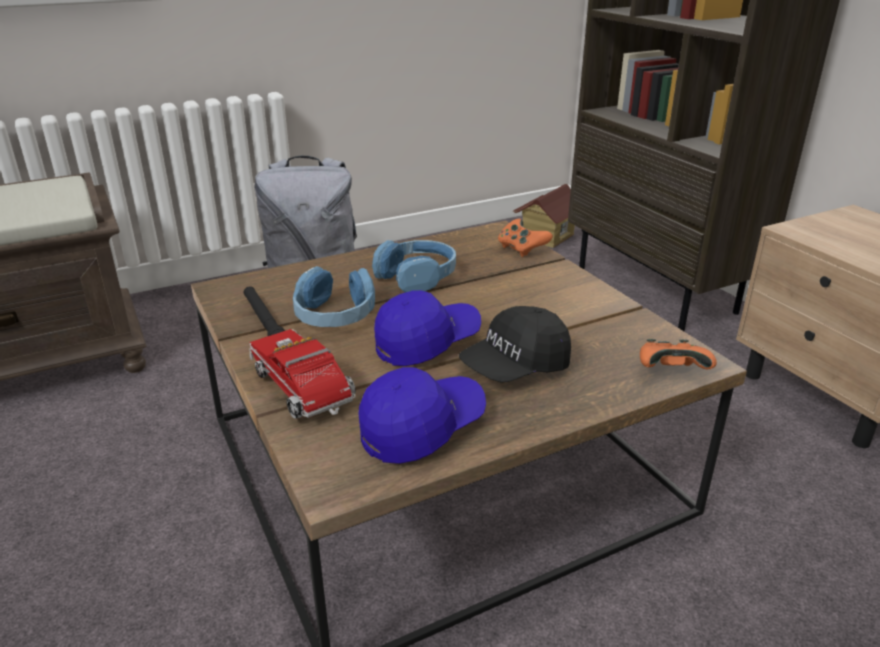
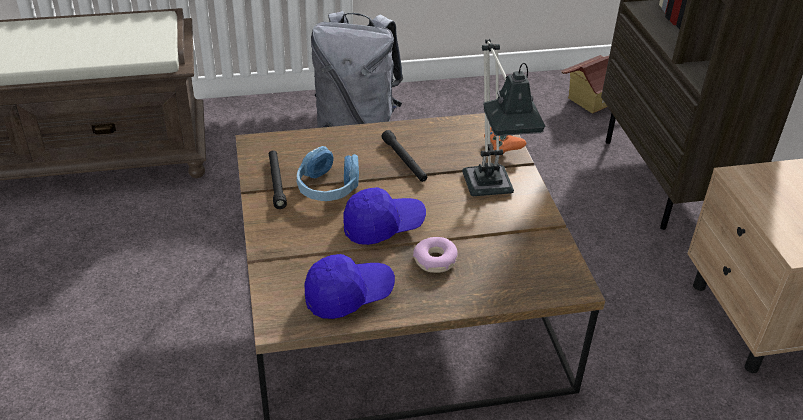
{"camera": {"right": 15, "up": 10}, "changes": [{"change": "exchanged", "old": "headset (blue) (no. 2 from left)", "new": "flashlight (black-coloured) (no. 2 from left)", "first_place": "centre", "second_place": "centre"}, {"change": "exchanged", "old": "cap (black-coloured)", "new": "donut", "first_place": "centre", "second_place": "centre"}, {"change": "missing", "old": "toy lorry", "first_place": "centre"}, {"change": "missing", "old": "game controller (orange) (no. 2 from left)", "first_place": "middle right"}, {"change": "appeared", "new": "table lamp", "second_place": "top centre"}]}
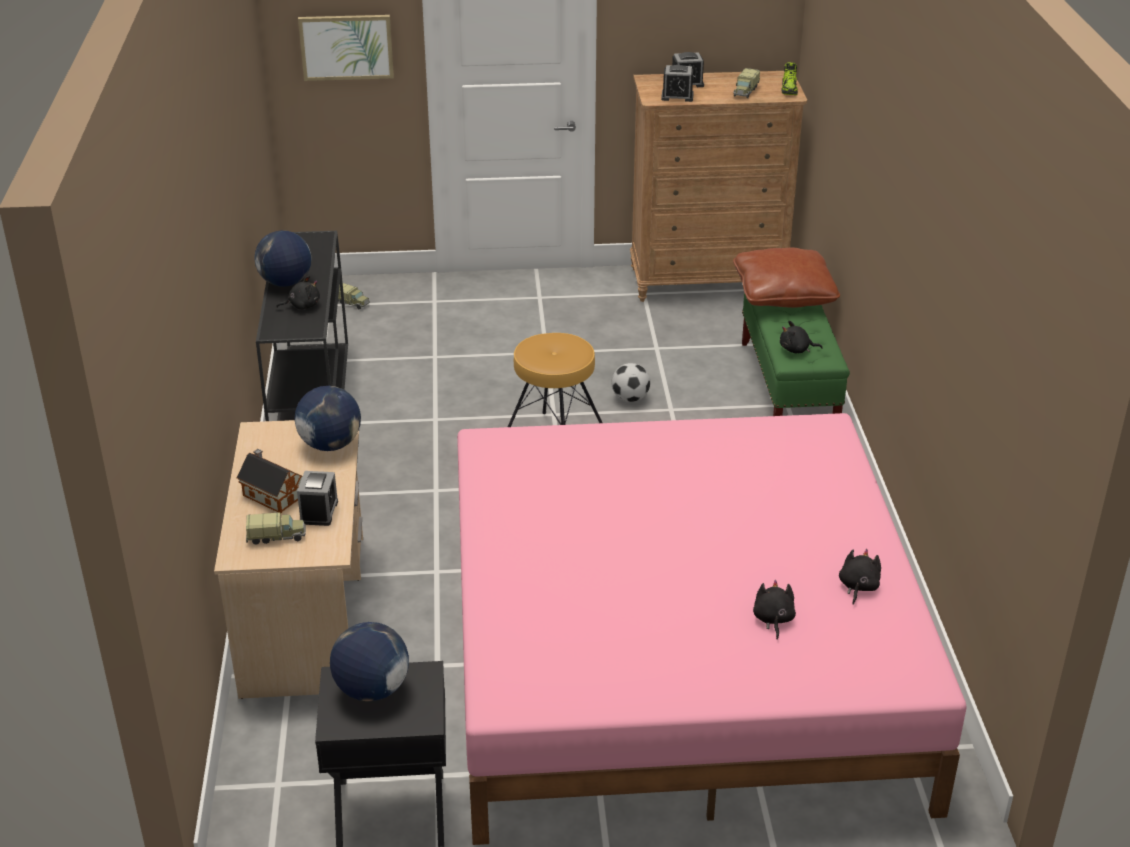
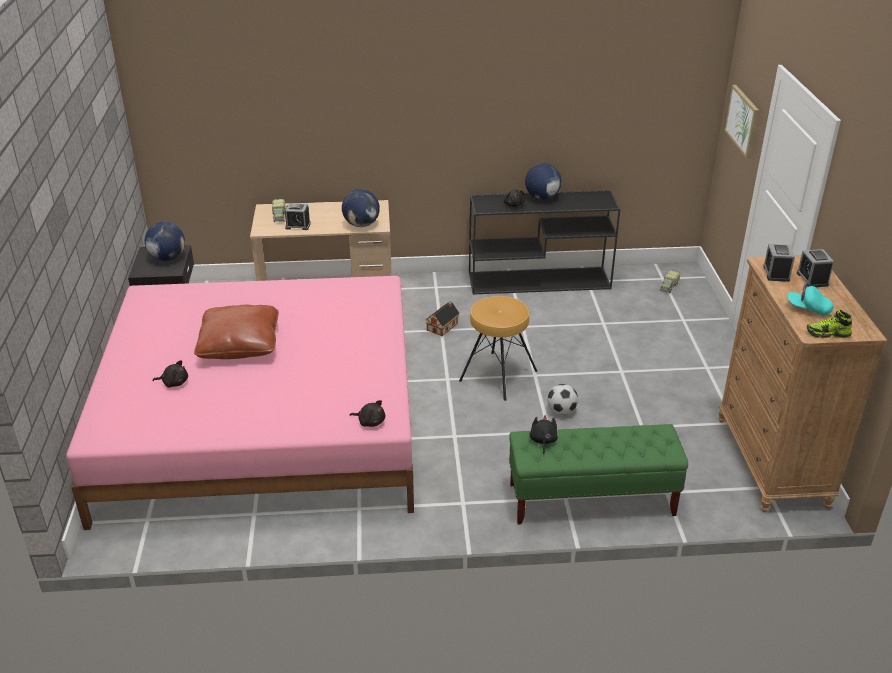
{"camera": {"right": 90, "up": 0}, "changes": [{"change": "exchanged", "old": "toy lorry (no. 3 from left)", "new": "cap (blue-green)", "first_place": "top centre", "second_place": "middle right"}, {"change": "relocated", "old": "pillow (brown)", "first_place": "top right", "second_place": "middle left"}, {"change": "relocated", "old": "toy house", "first_place": "middle left", "second_place": "centre"}, {"change": "relocated", "old": "plush toy (black-coloured) (no. 4 from left in the first image)", "new": "plush toy (black-coloured) (no. 2 from left)", "first_place": "bottom right", "second_place": "centre"}]}
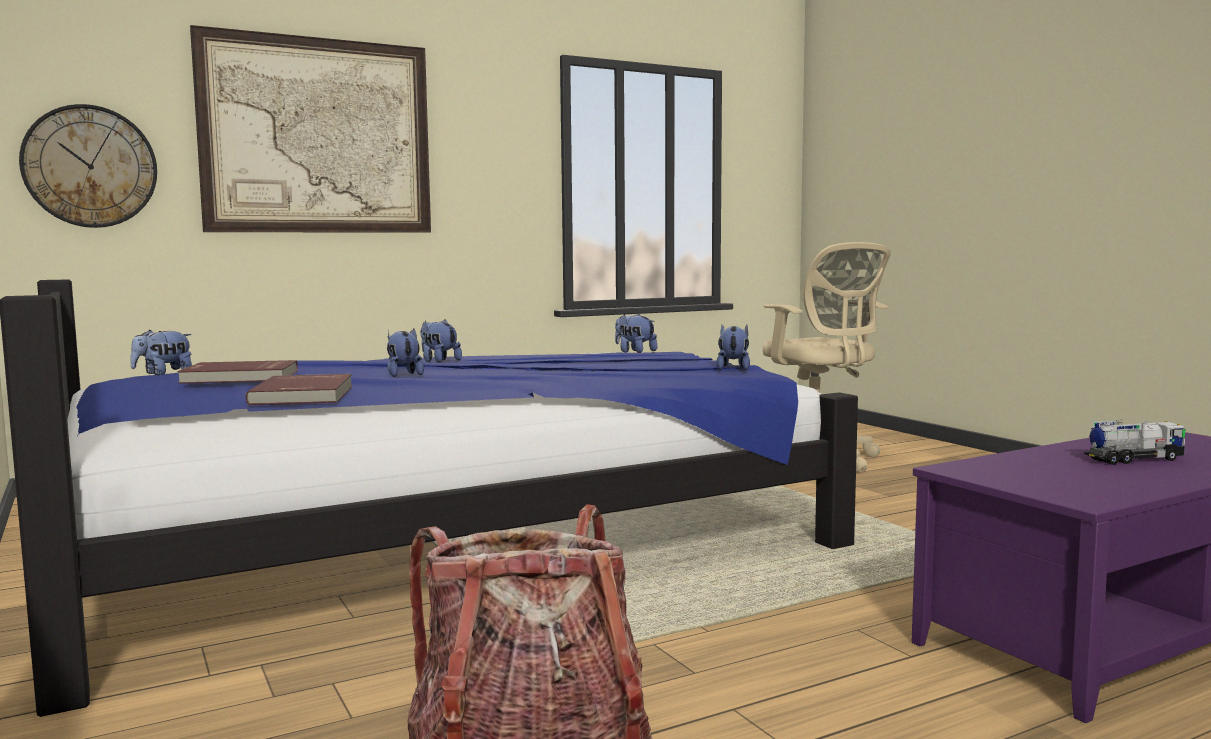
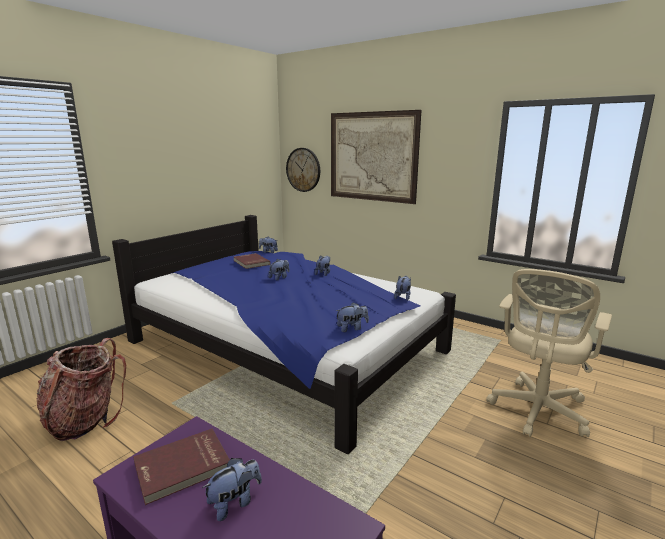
{"camera": {"right": 65, "up": 10}, "changes": [{"change": "relocated", "old": "bound book (red-coloured) (no. 2 from left in the first image)", "new": "bound book (red-coloured) (no. 1 from left)", "first_place": "middle left", "second_place": "bottom left"}, {"change": "exchanged", "old": "toy lorry", "new": "plush toy (no. 1 from left)", "first_place": "middle right", "second_place": "bottom centre"}]}
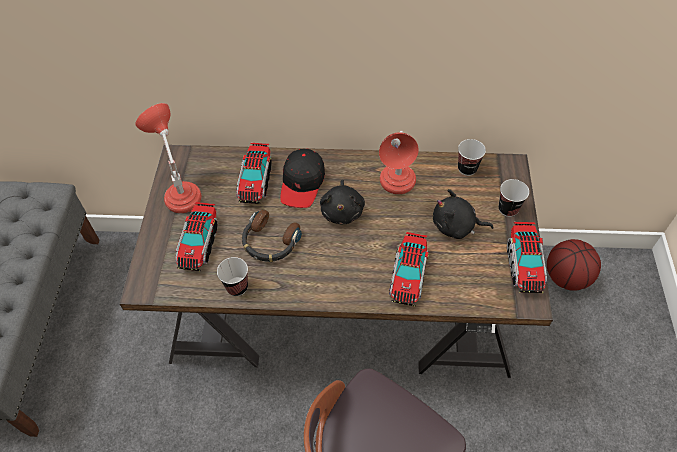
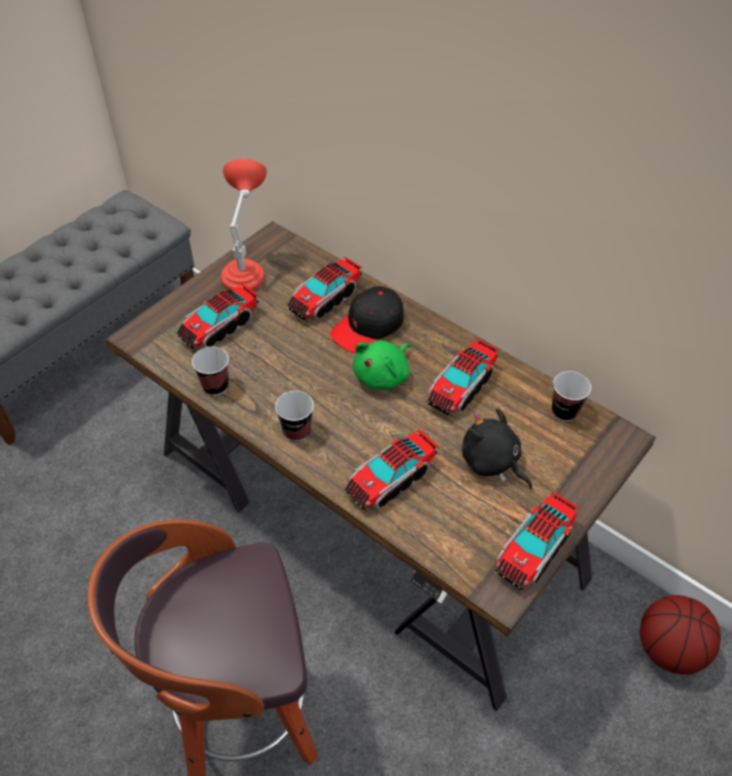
{"camera": {"right": 35, "up": -5}, "changes": [{"change": "exchanged", "old": "table lamp (red-coloured) (no. 2 from left)", "new": "toy lorry (no. 4 from left)", "first_place": "centre", "second_place": "centre"}, {"change": "relocated", "old": "small cup (no. 3 from left in the first image)", "new": "small cup (no. 2 from left)", "first_place": "middle right", "second_place": "centre"}, {"change": "colour", "old": "plush toy (black-coloured) (no. 1 from left)", "new": "plush toy (green-coloured)", "first_place": "centre", "second_place": "centre"}, {"change": "missing", "old": "headset", "first_place": "centre"}]}
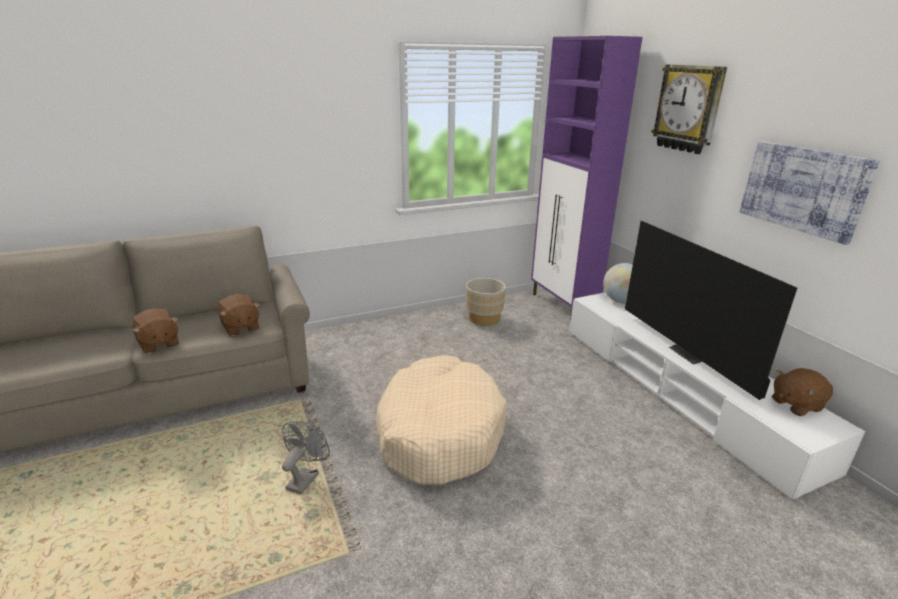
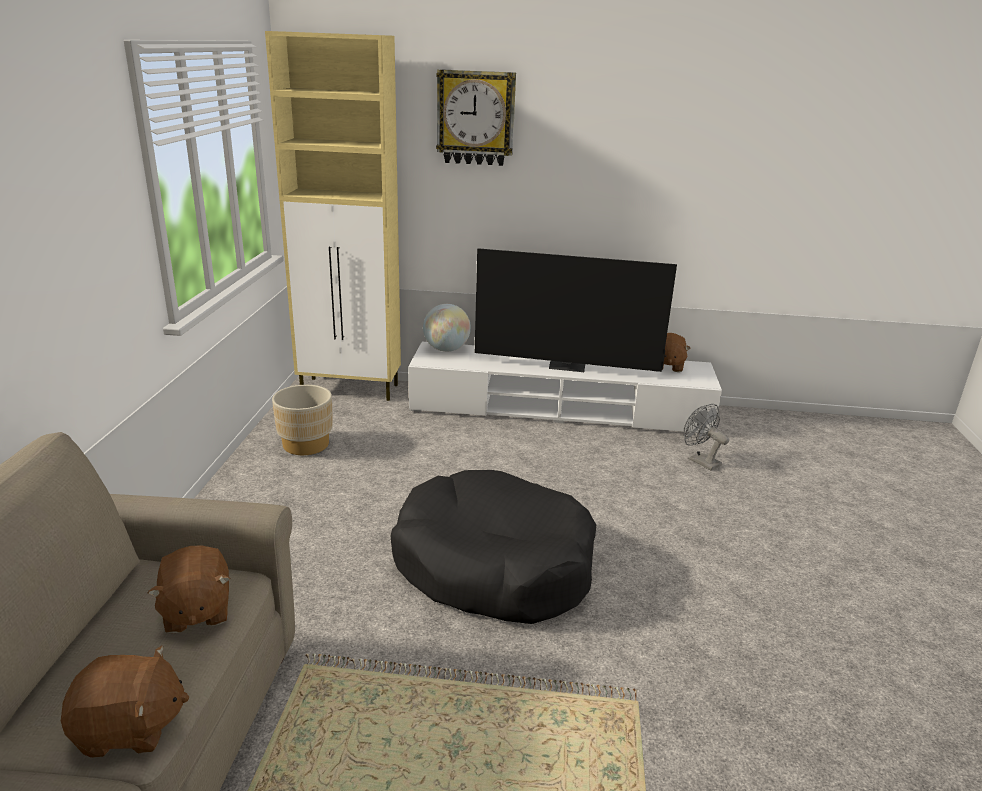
{"camera": {"right": -60, "up": 0}, "changes": [{"change": "colour", "old": "cupboard (purple)", "new": "cupboard (beige-coloured)", "first_place": "top centre", "second_place": "top centre"}, {"change": "missing", "old": "wall art", "first_place": "top right"}, {"change": "spun", "old": "plush toy (brown) (no. 2 from left)", "first_place": "middle left", "second_place": "bottom left", "degrees": 75}, {"change": "colour", "old": "dog bed (beige-coloured)", "new": "dog bed (black-coloured)", "first_place": "bottom centre", "second_place": "bottom centre"}, {"change": "relocated", "old": "cooling fan (gray)", "first_place": "bottom centre", "second_place": "middle right"}]}
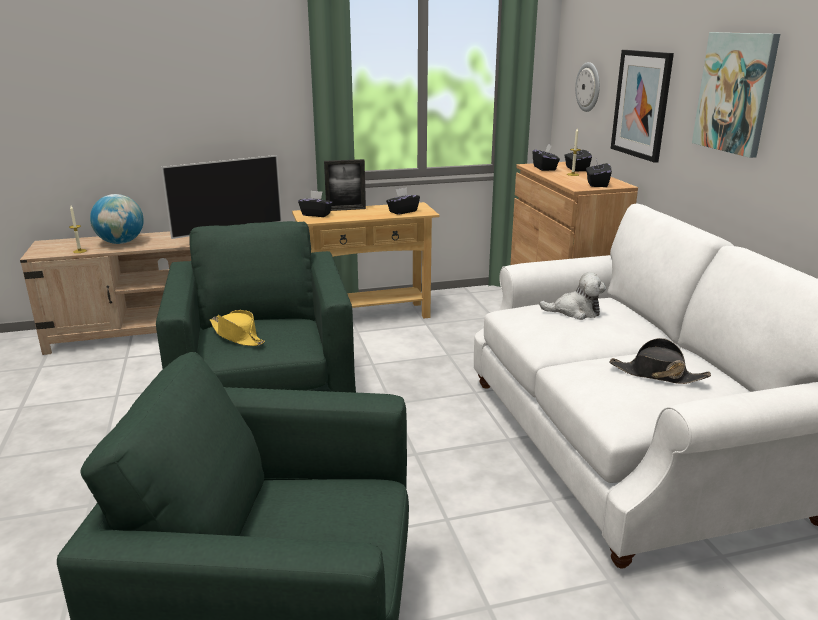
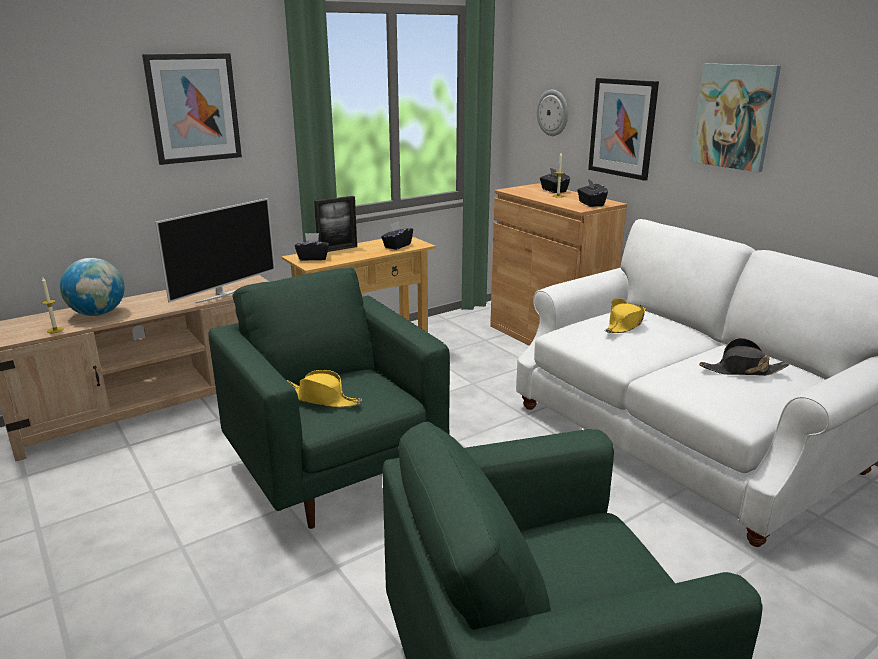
{"camera": {"right": -20, "up": 0}, "changes": [{"change": "missing", "old": "tissue holder (black-coloured) (no. 3 from left)", "first_place": "top right"}, {"change": "exchanged", "old": "plush toy", "new": "hat (yellowish) (no. 2 from left)", "first_place": "middle right", "second_place": "middle right"}, {"change": "appeared", "new": "wall art (no. 1 from left)", "second_place": "top left"}]}
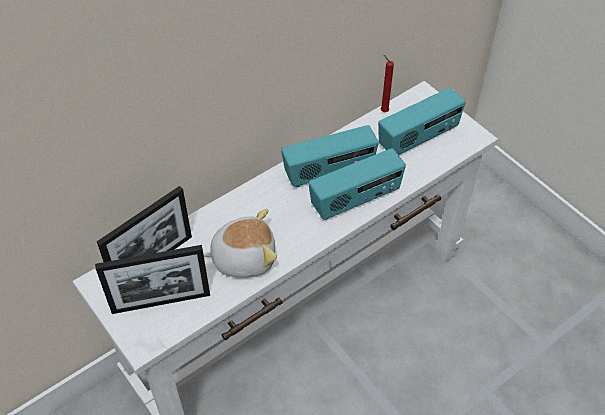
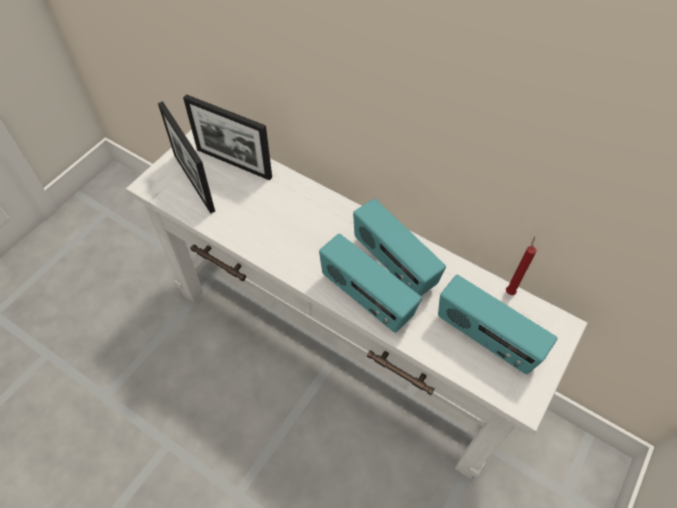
{"camera": {"right": 70, "up": 5}, "changes": [{"change": "missing", "old": "plush toy", "first_place": "centre"}]}
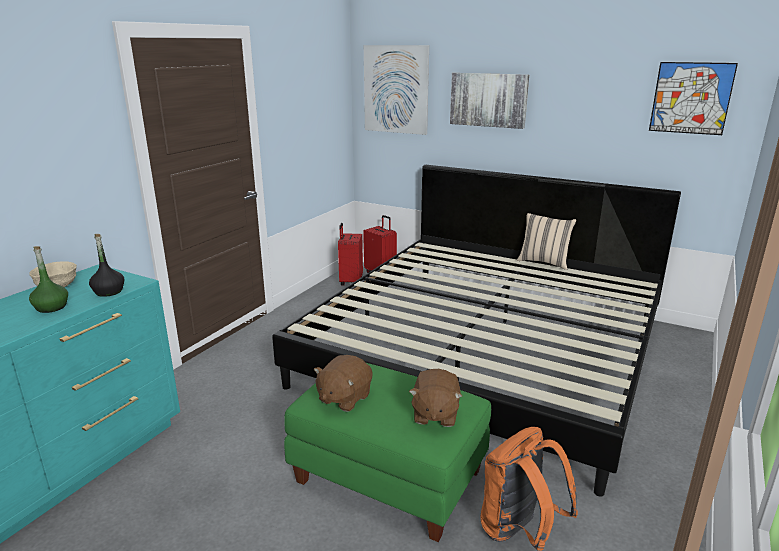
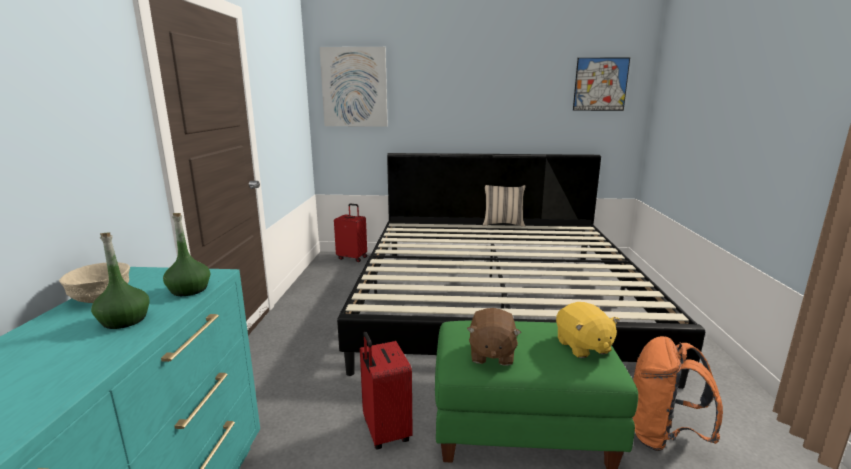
{"camera": {"right": -25, "up": -5}, "changes": [{"change": "missing", "old": "wall art (no. 2 from left)", "first_place": "top centre"}, {"change": "relocated", "old": "piece of luggage (red-coloured) (no. 1 from left in the first image)", "new": "piece of luggage (red-coloured) (no. 2 from left)", "first_place": "centre", "second_place": "bottom centre"}, {"change": "colour", "old": "beverage bottle (black-coloured)", "new": "beverage bottle (green-coloured) (no. 2 from left)", "first_place": "middle left", "second_place": "middle left"}, {"change": "colour", "old": "plush toy (brown) (no. 2 from left)", "new": "plush toy (yellowish)", "first_place": "bottom centre", "second_place": "bottom right"}]}
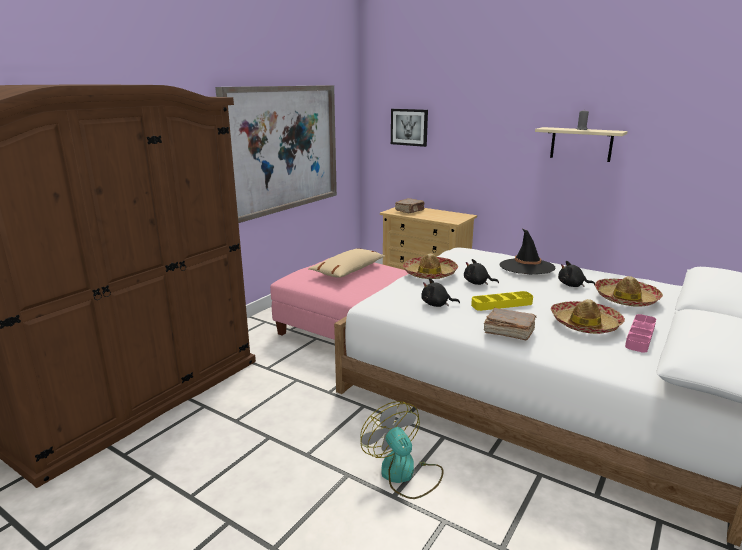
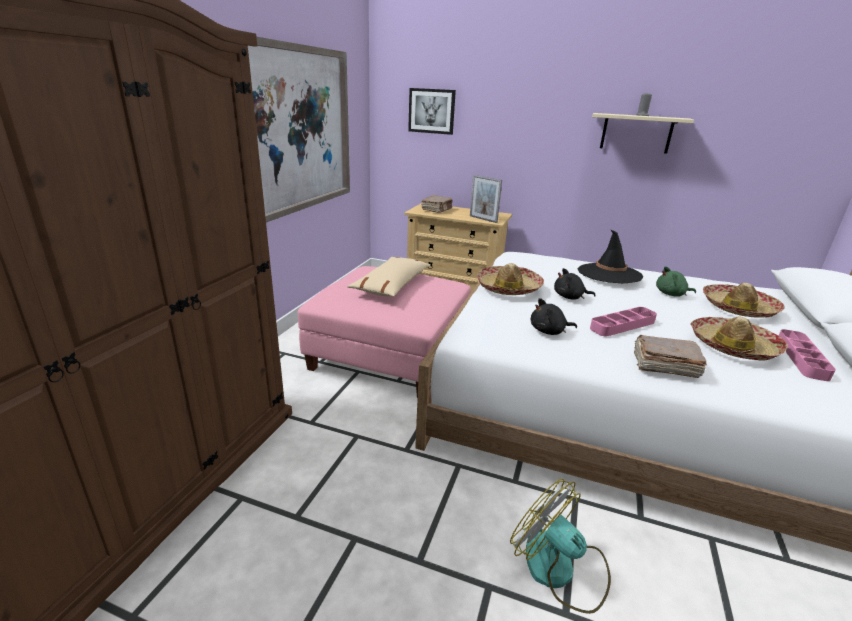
{"camera": {"right": -15, "up": 5}, "changes": [{"change": "colour", "old": "plush toy (black-coloured) (no. 3 from left)", "new": "plush toy (green-coloured)", "first_place": "middle right", "second_place": "middle right"}, {"change": "colour", "old": "serving tray (yellowish)", "new": "serving tray (pink) (no. 1 from left)", "first_place": "middle right", "second_place": "middle right"}, {"change": "appeared", "new": "standing frame", "second_place": "top centre"}]}
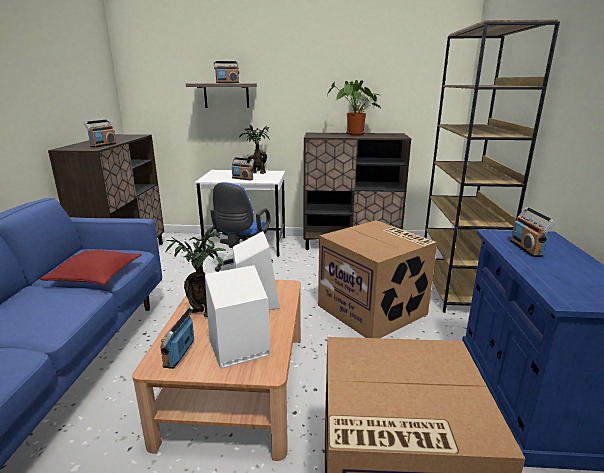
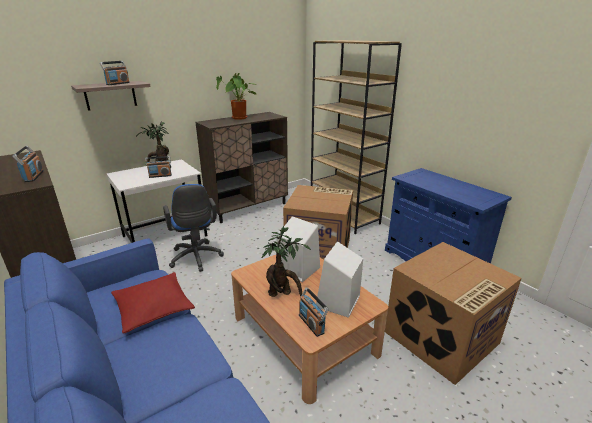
{"camera": {"right": -40, "up": 5}, "changes": [{"change": "missing", "old": "radio set (no. 5 from left)", "first_place": "middle right"}]}
